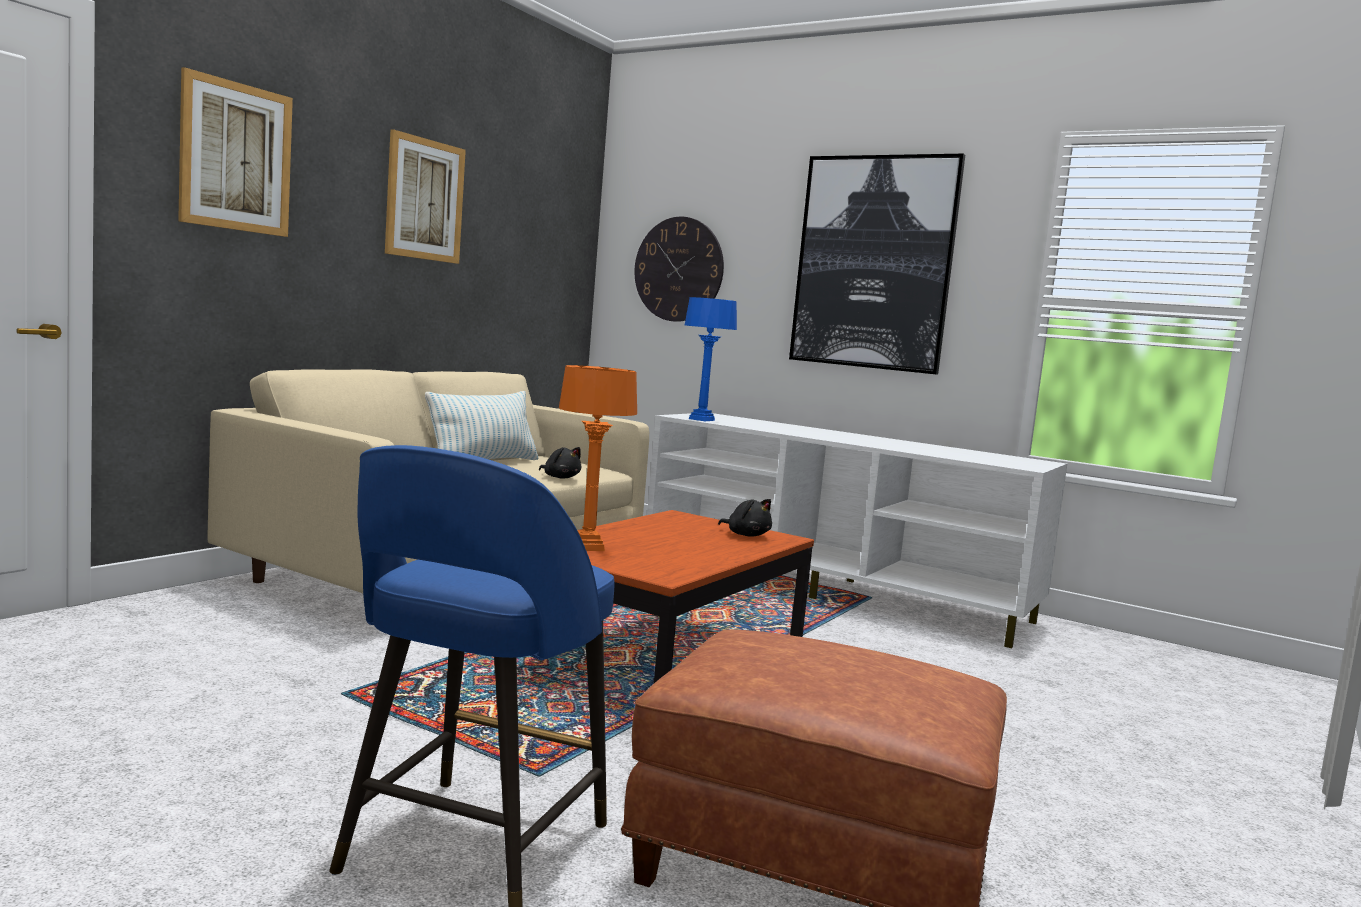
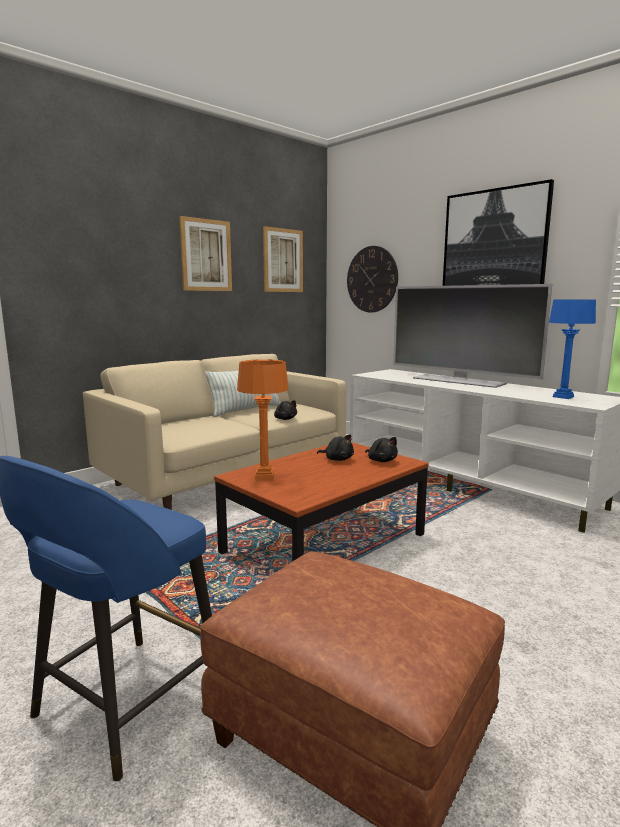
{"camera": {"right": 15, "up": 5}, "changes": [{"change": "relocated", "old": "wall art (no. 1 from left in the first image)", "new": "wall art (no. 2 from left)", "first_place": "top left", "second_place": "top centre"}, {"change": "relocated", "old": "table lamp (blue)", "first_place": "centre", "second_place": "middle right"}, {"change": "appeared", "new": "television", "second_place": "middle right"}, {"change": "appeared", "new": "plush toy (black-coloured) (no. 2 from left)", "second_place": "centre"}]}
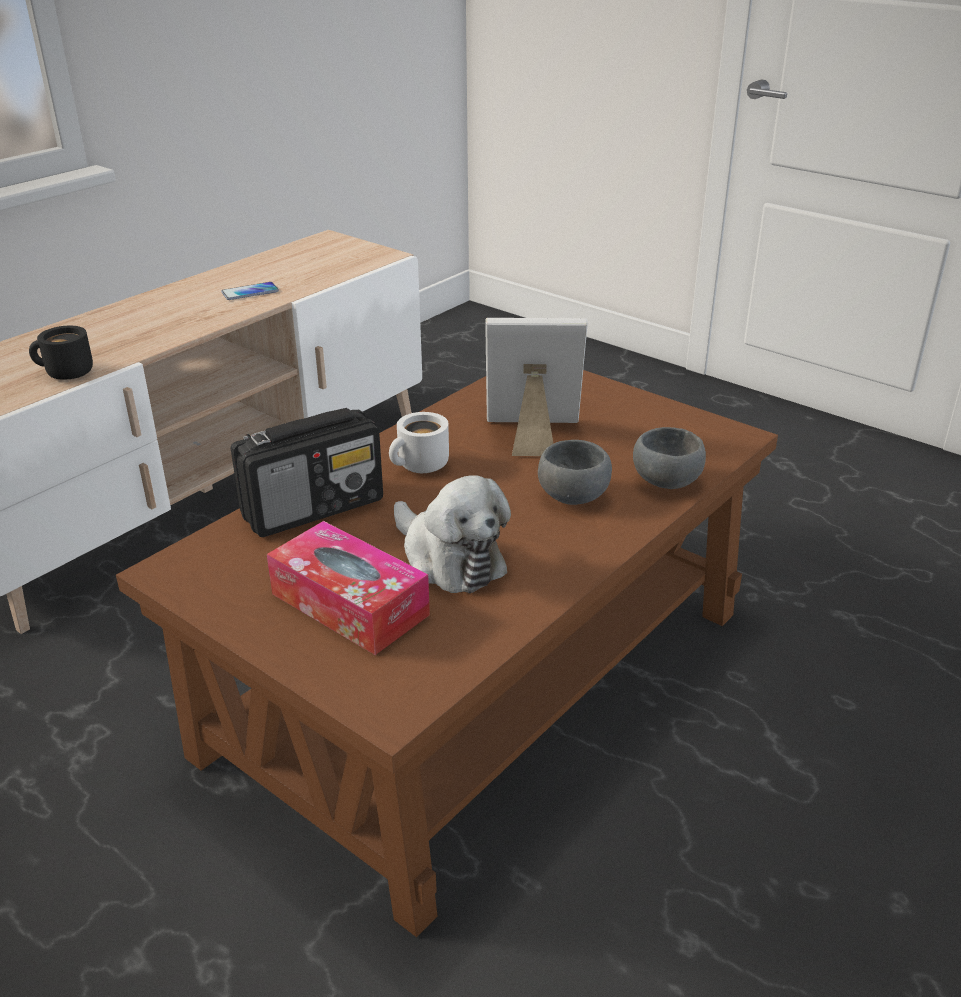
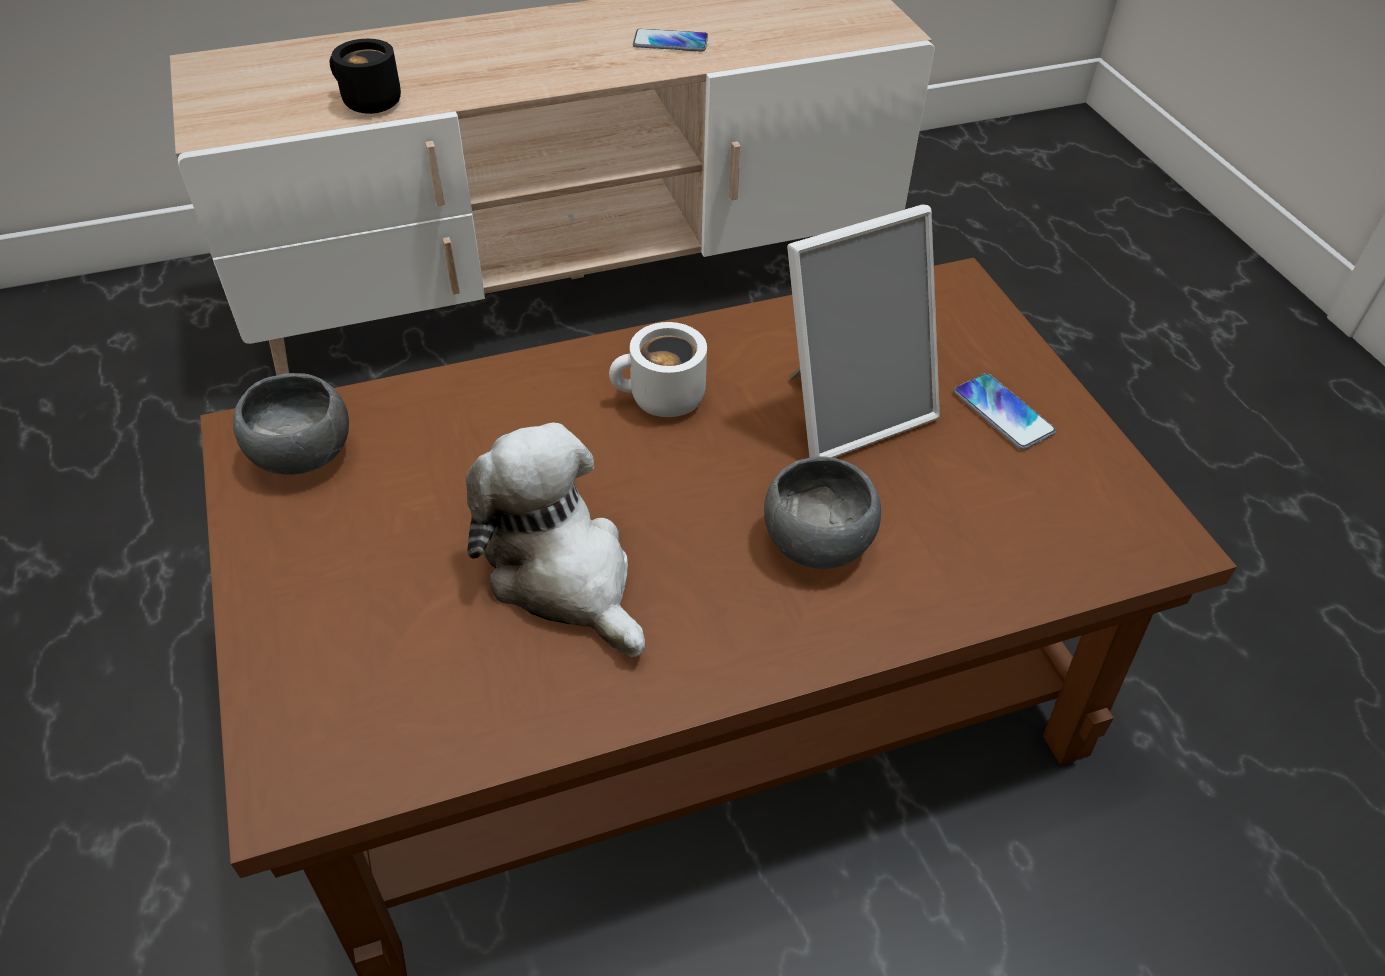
{"camera": {"right": 30, "up": 15}, "changes": [{"change": "spun", "old": "standing frame", "first_place": "centre", "second_place": "centre", "degrees": 120}, {"change": "missing", "old": "radio set", "first_place": "middle left"}, {"change": "relocated", "old": "bowl (gray) (no. 2 from left in the first image)", "new": "bowl (gray) (no. 1 from left)", "first_place": "middle right", "second_place": "middle left"}, {"change": "spun", "old": "plush toy", "first_place": "centre", "second_place": "centre", "degrees": 150}, {"change": "missing", "old": "tissue holder", "first_place": "centre"}, {"change": "appeared", "new": "telephone (no. 2 from left)", "second_place": "middle right"}]}
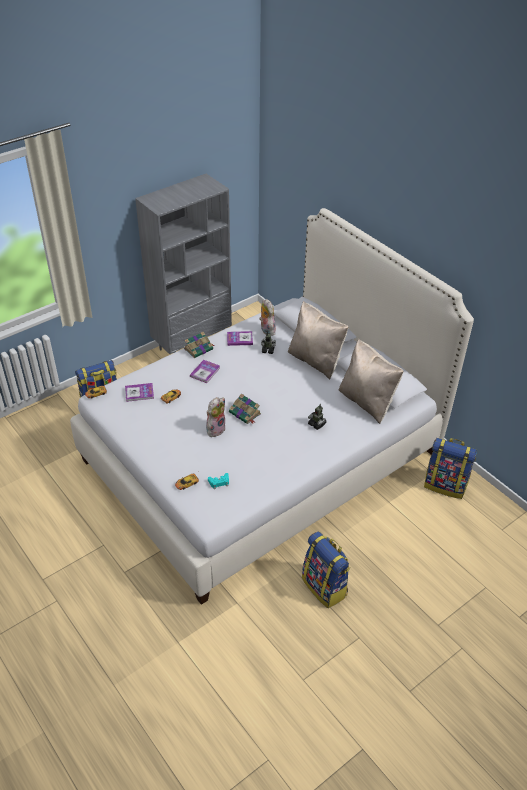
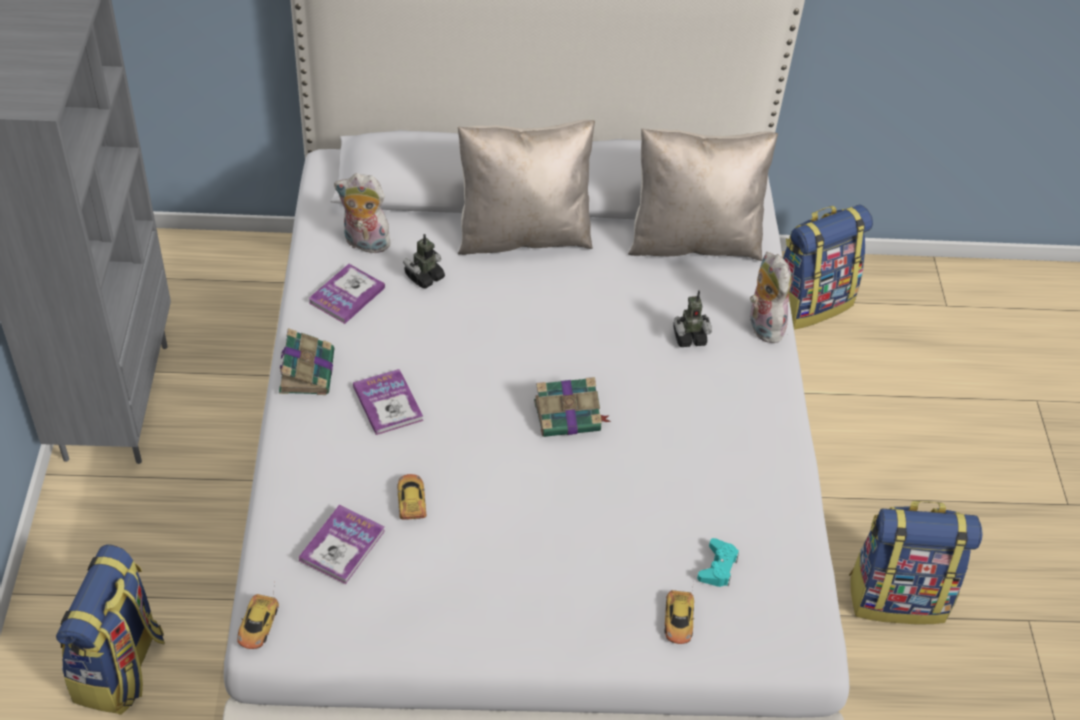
{"camera": {"right": -55, "up": 5}, "changes": [{"change": "relocated", "old": "plush toy (no. 1 from left in the first image)", "new": "plush toy (no. 2 from left)", "first_place": "centre", "second_place": "middle right"}]}
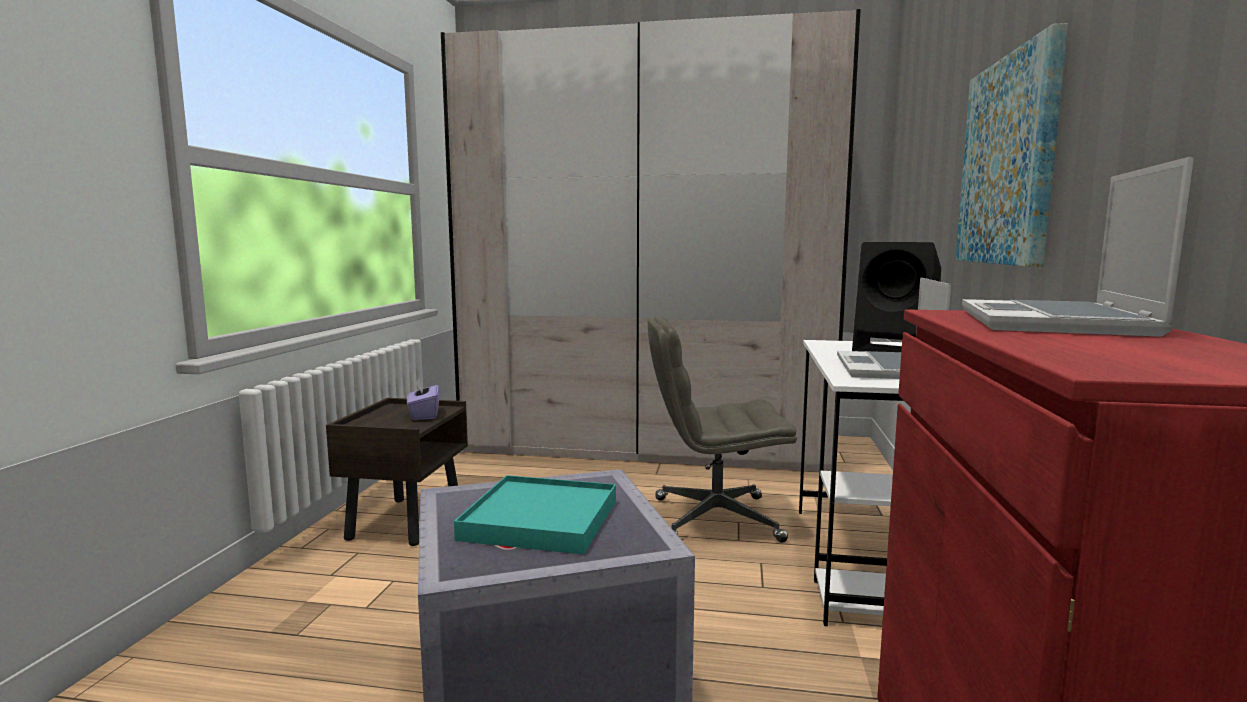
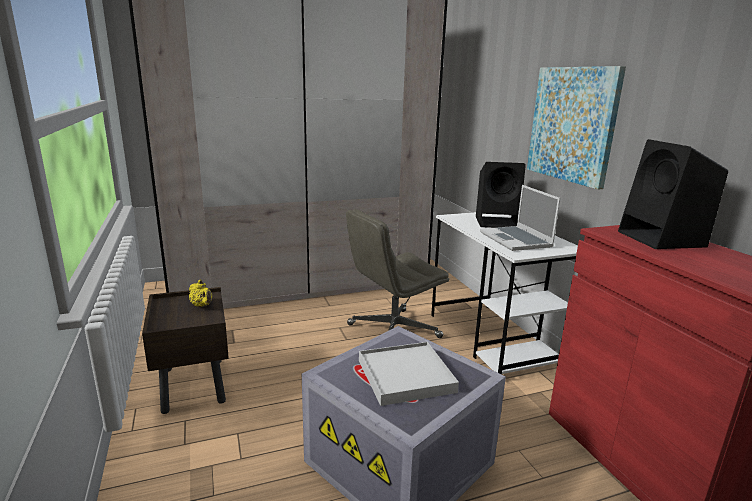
{"camera": {"right": -30, "up": 10}, "changes": [{"change": "exchanged", "old": "notebook computer (no. 2 from left)", "new": "audio speaker (black-coloured) (no. 2 from left)", "first_place": "middle right", "second_place": "middle right"}, {"change": "exchanged", "old": "tissue holder (purple)", "new": "pot for tea (yellowish)", "first_place": "centre", "second_place": "middle left"}, {"change": "colour", "old": "serving tray (blue-green)", "new": "serving tray (white)", "first_place": "bottom centre", "second_place": "bottom centre"}]}
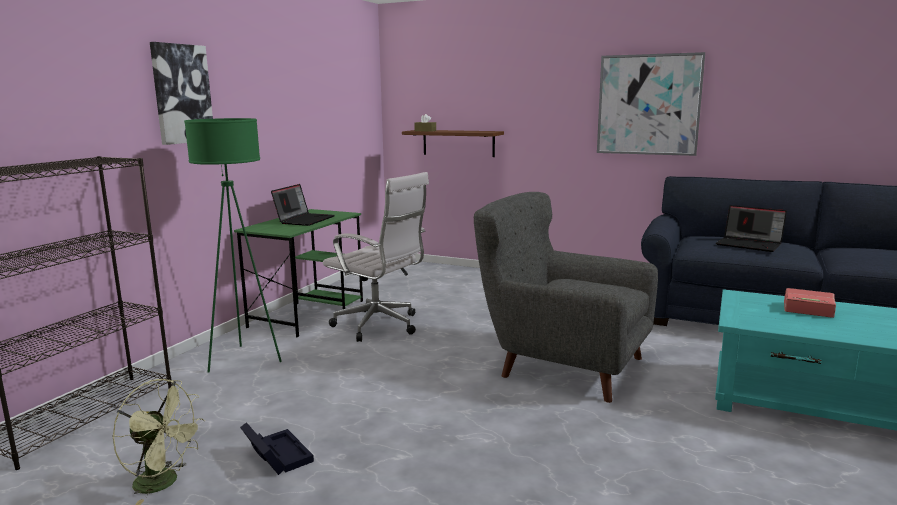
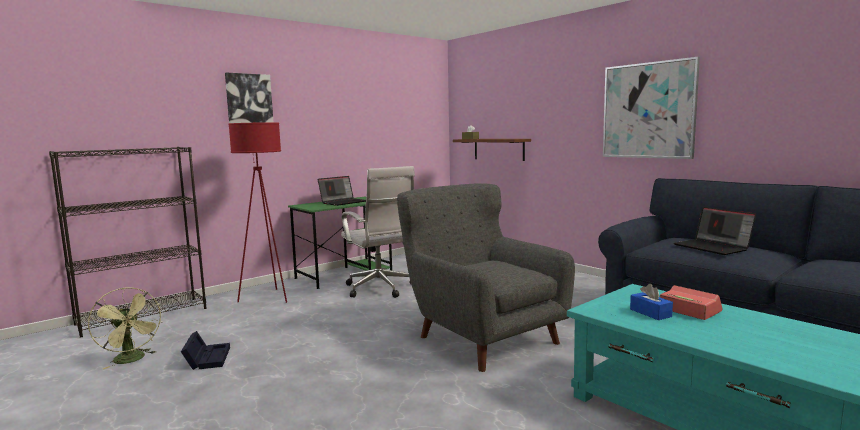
{"camera": {"right": 25, "up": -5}, "changes": [{"change": "colour", "old": "standing lamp (green-coloured)", "new": "standing lamp (red-coloured)", "first_place": "middle left", "second_place": "middle left"}, {"change": "appeared", "new": "tissue holder (blue)", "second_place": "bottom right"}]}
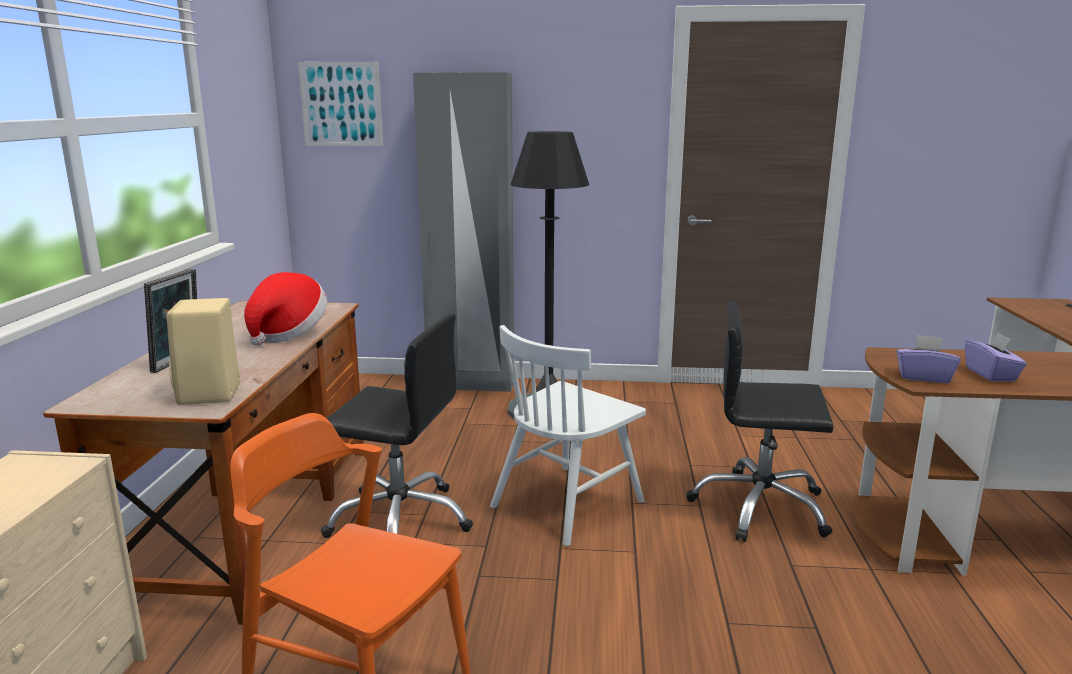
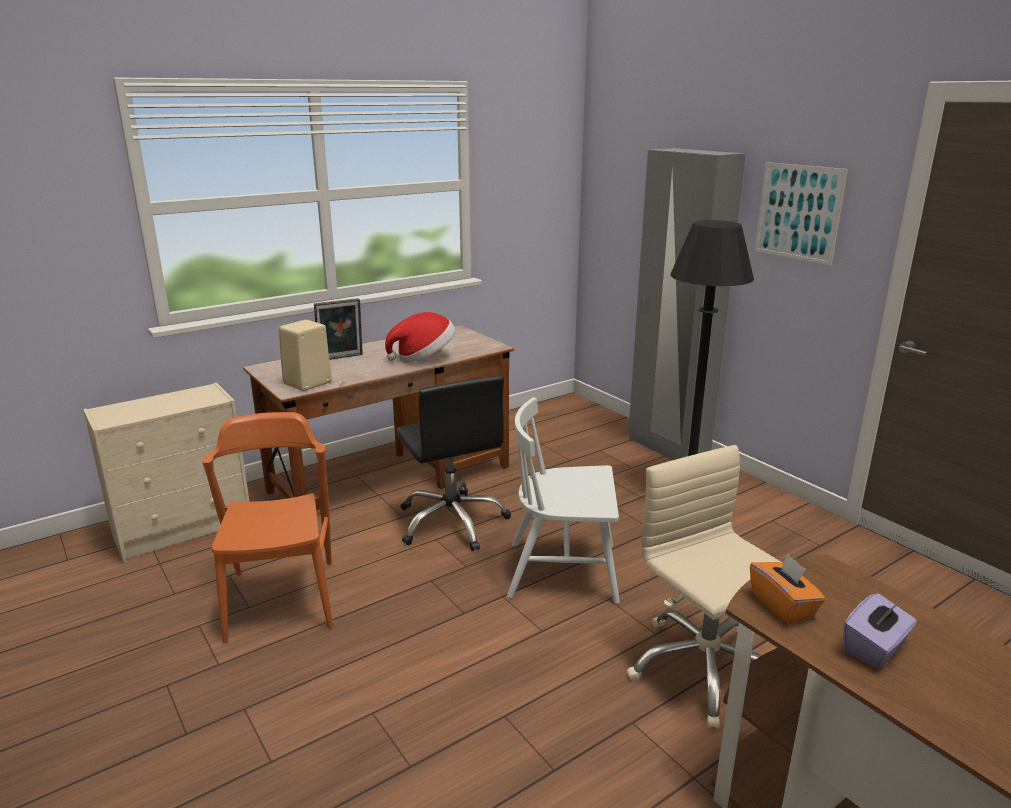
{"camera": {"right": 50, "up": 5}, "changes": [{"change": "relocated", "old": "wall art", "first_place": "top left", "second_place": "top right"}, {"change": "colour", "old": "desk chair (black-coloured) (no. 2 from left)", "new": "desk chair (beige-coloured)", "first_place": "middle right", "second_place": "bottom right"}, {"change": "colour", "old": "tissue holder (purple) (no. 1 from left)", "new": "tissue holder (orange)", "first_place": "middle right", "second_place": "bottom right"}]}
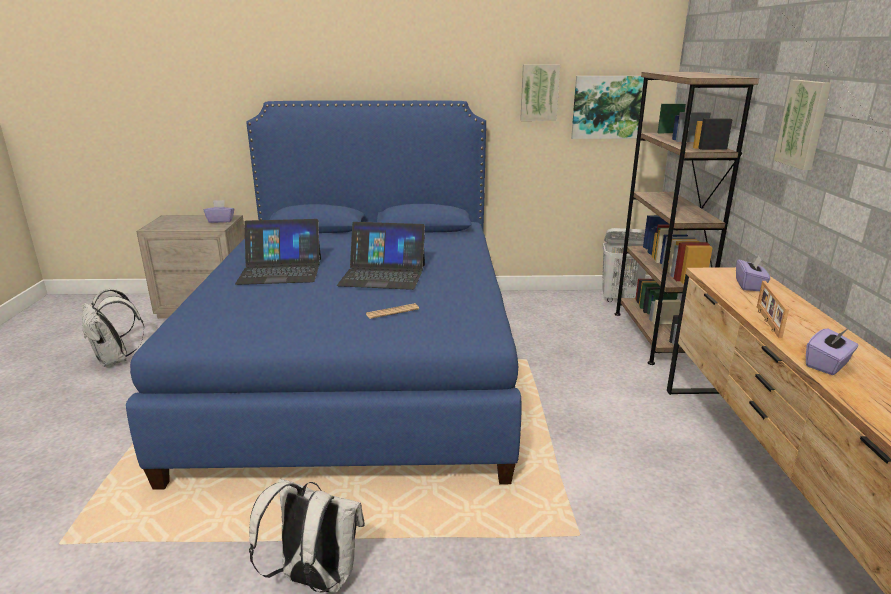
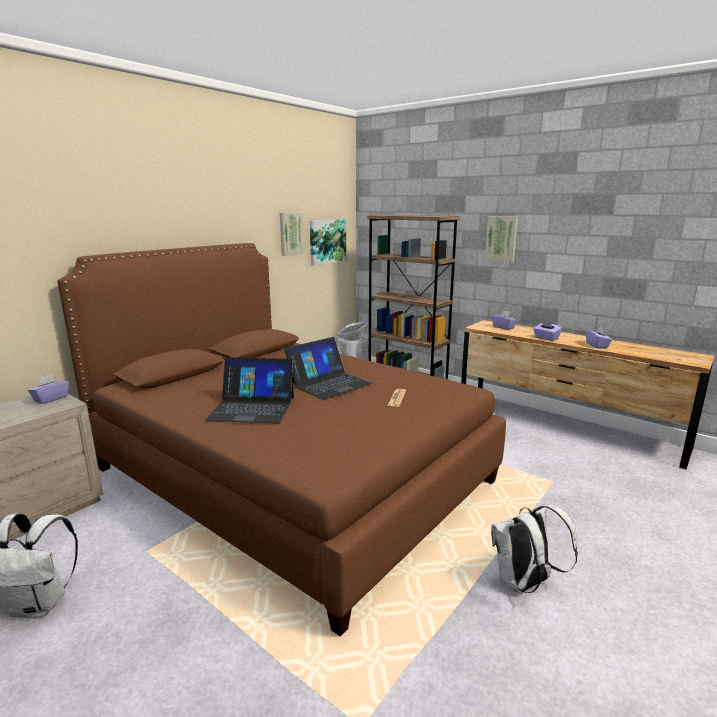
{"camera": {"right": -50, "up": -5}, "changes": [{"change": "colour", "old": "bed (blue)", "new": "bed (brown)", "first_place": "centre", "second_place": "centre"}, {"change": "spun", "old": "notebook computer (no. 1 from left)", "first_place": "middle left", "second_place": "centre", "degrees": 60}, {"change": "exchanged", "old": "standing frame", "new": "tissue holder (purple) (no. 3 from left)", "first_place": "middle right", "second_place": "middle right"}]}
